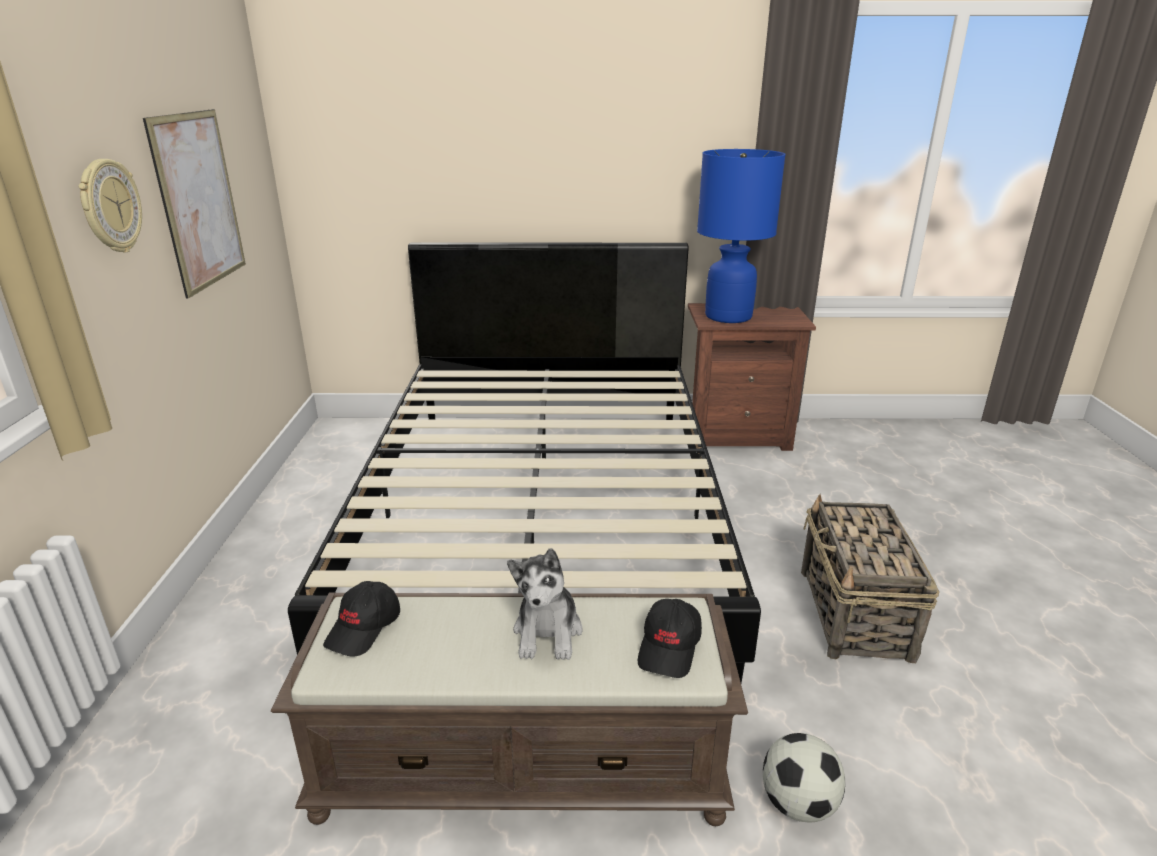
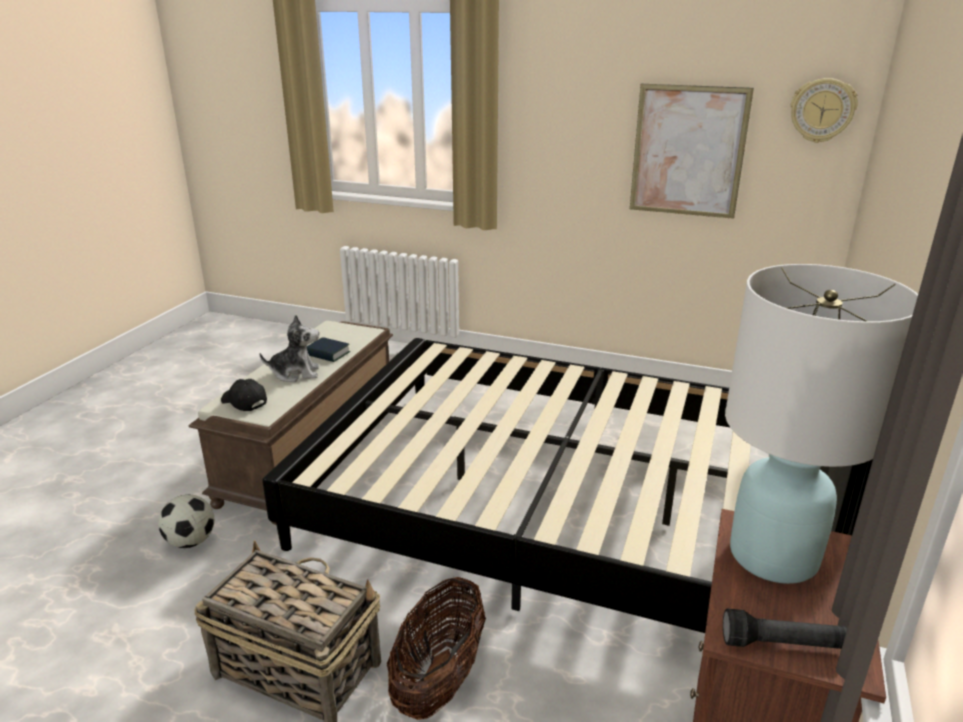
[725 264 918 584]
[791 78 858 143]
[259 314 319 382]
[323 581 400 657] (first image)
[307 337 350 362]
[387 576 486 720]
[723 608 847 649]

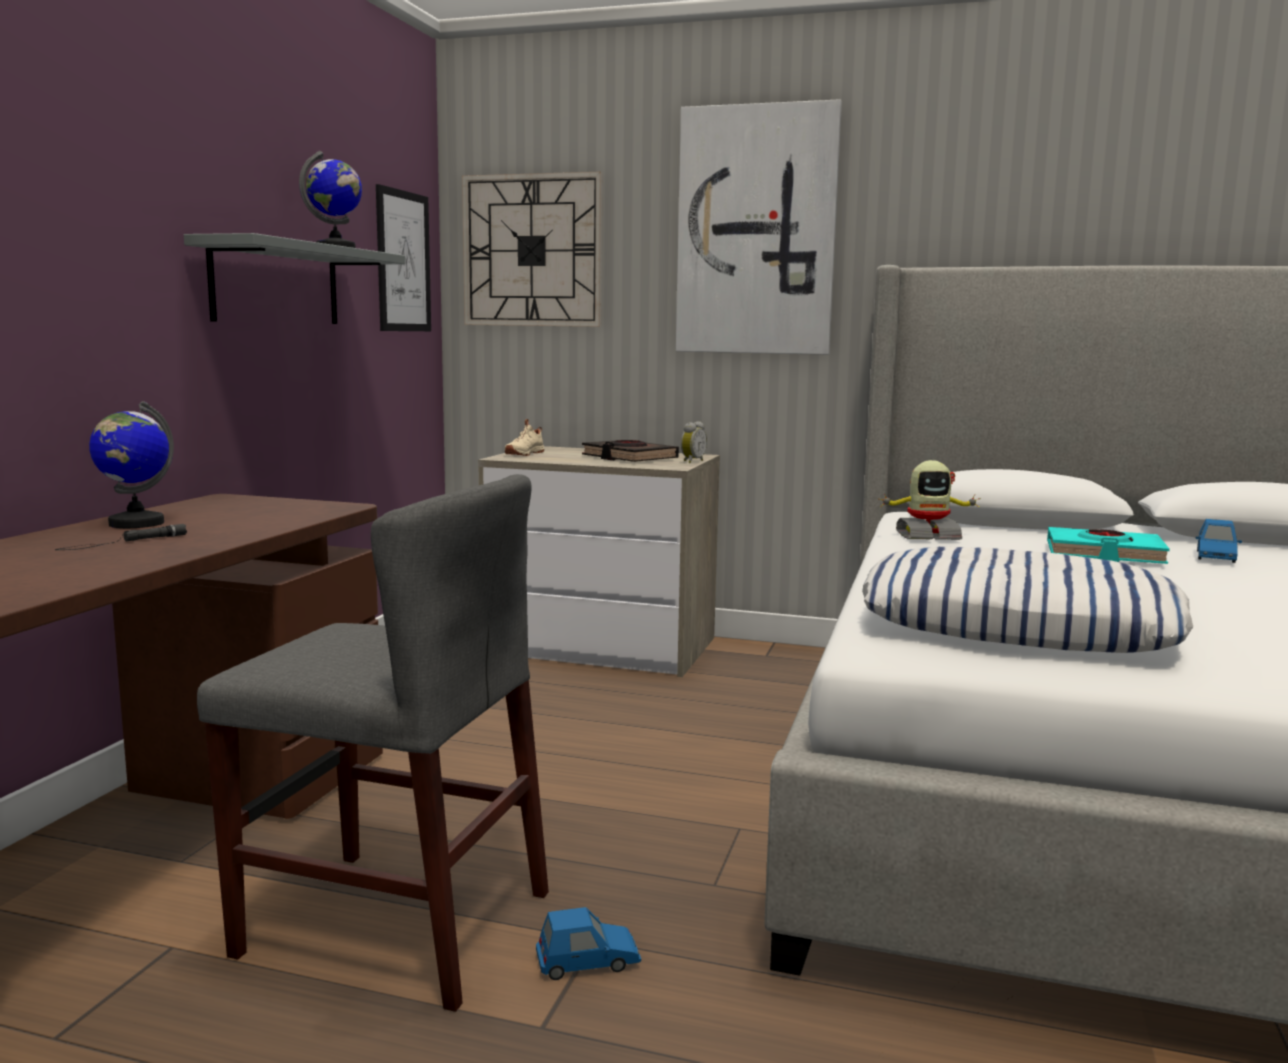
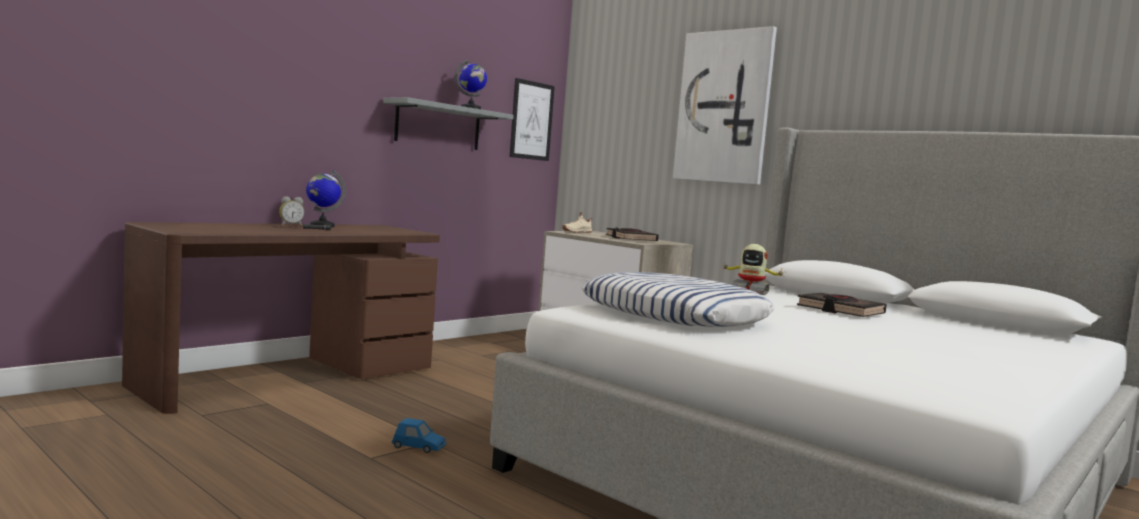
[462 172 603 327] (first image)
[279 196 305 226]
[197 474 549 1012] (first image)
[1196 519 1242 563] (first image)
[797 293 887 317]

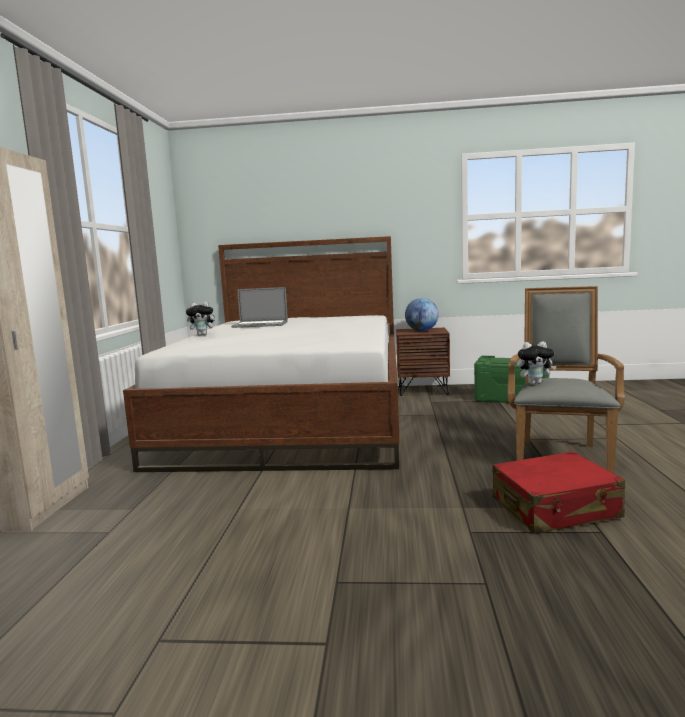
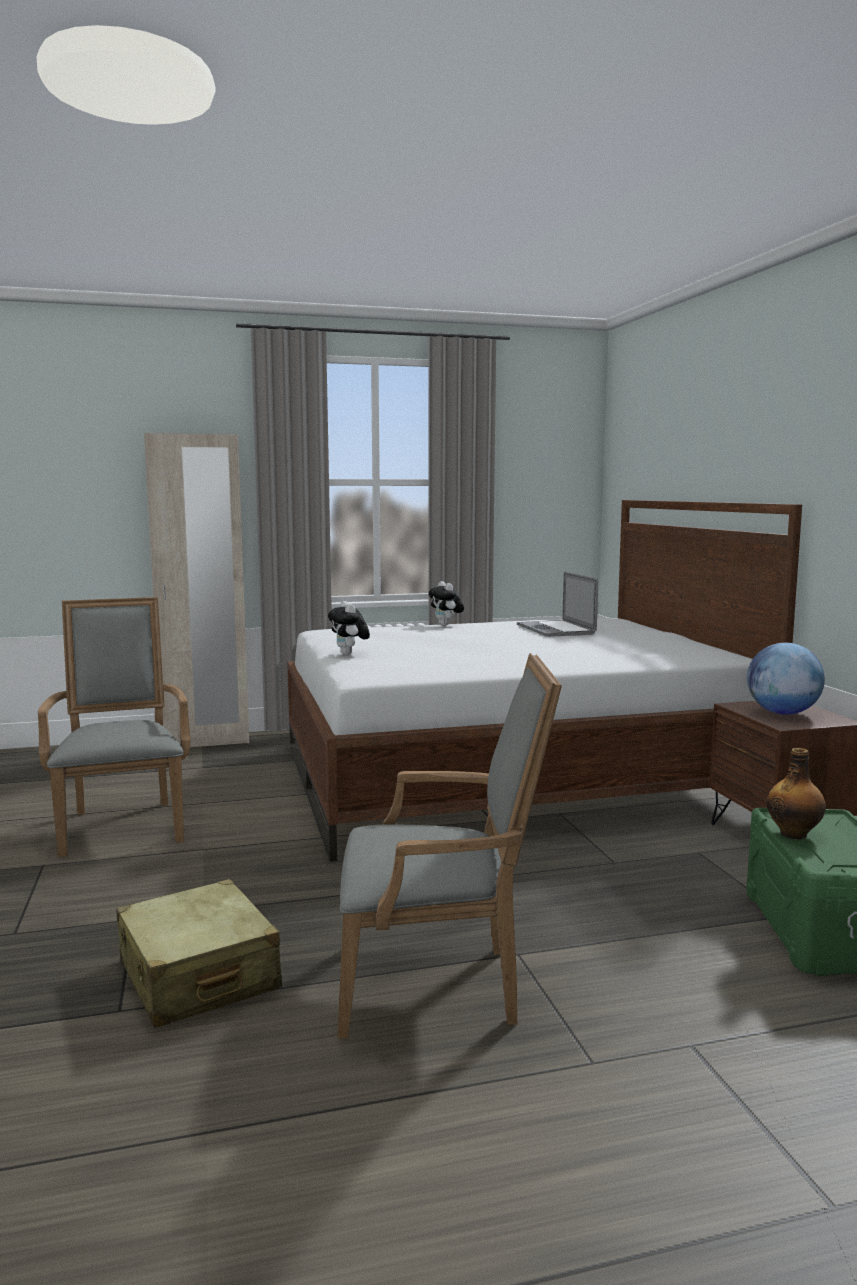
[328 601 370 655]
[116 879 282 1028]
[38 597 190 857]
[766 748 826 839]

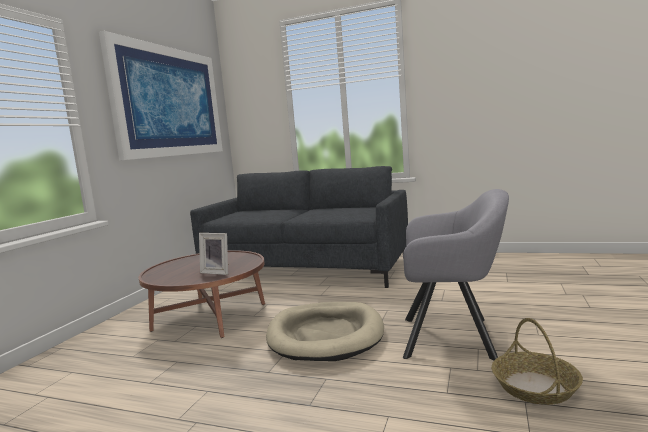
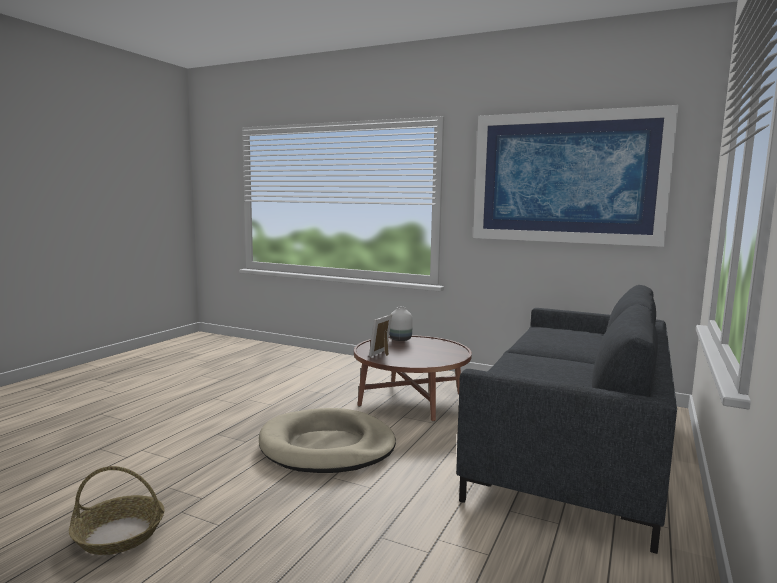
[403 189 509 360] (first image)
[389 307 413 341]

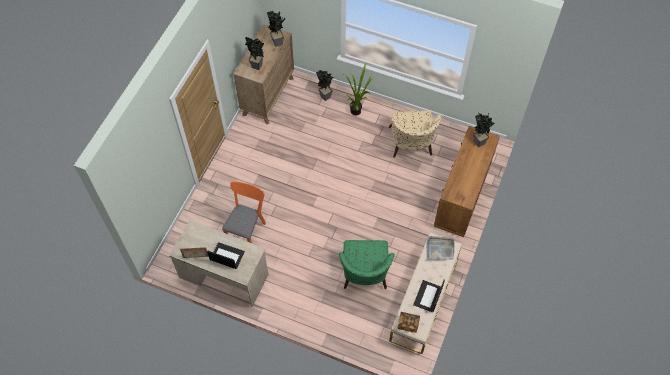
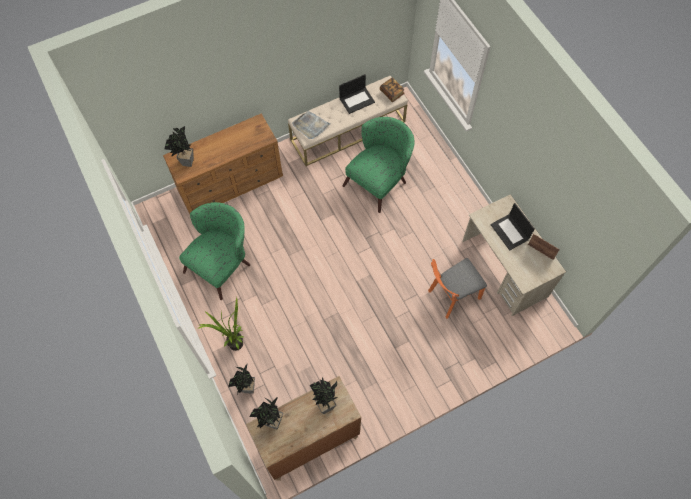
[179 202 250 300]

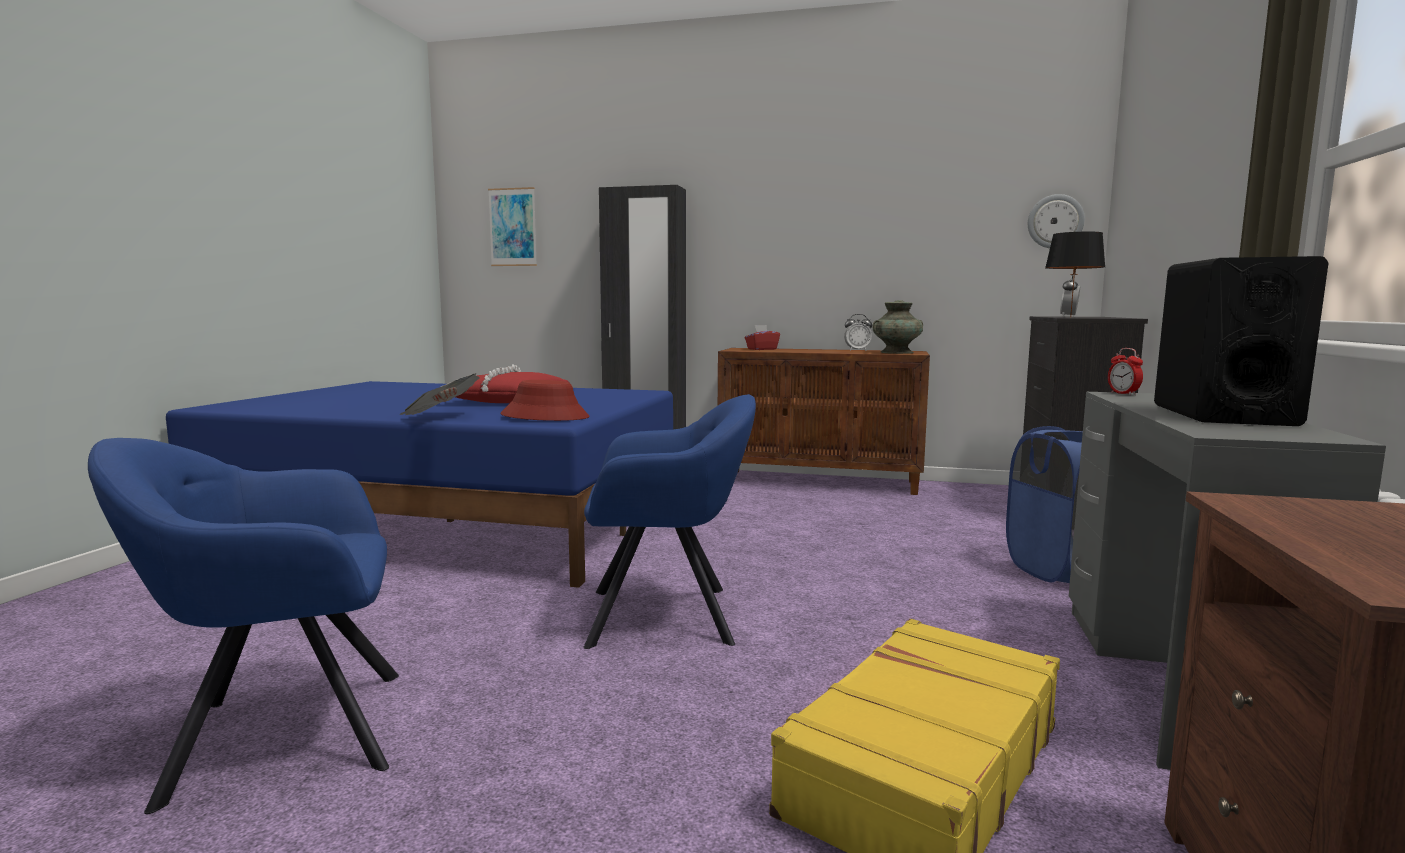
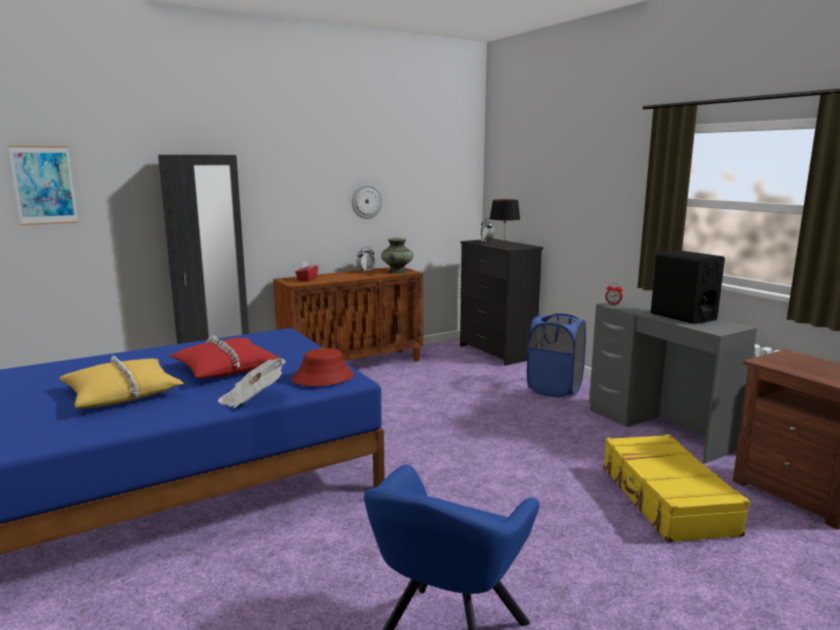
[352 184 383 219]
[584 394 756 649] (first image)
[59 356 184 408]

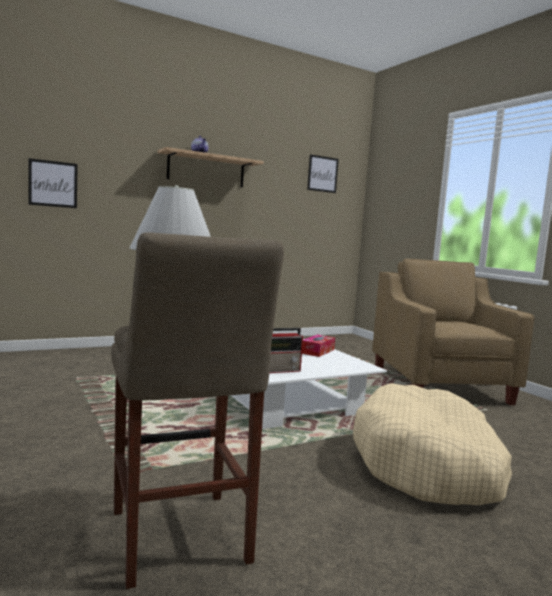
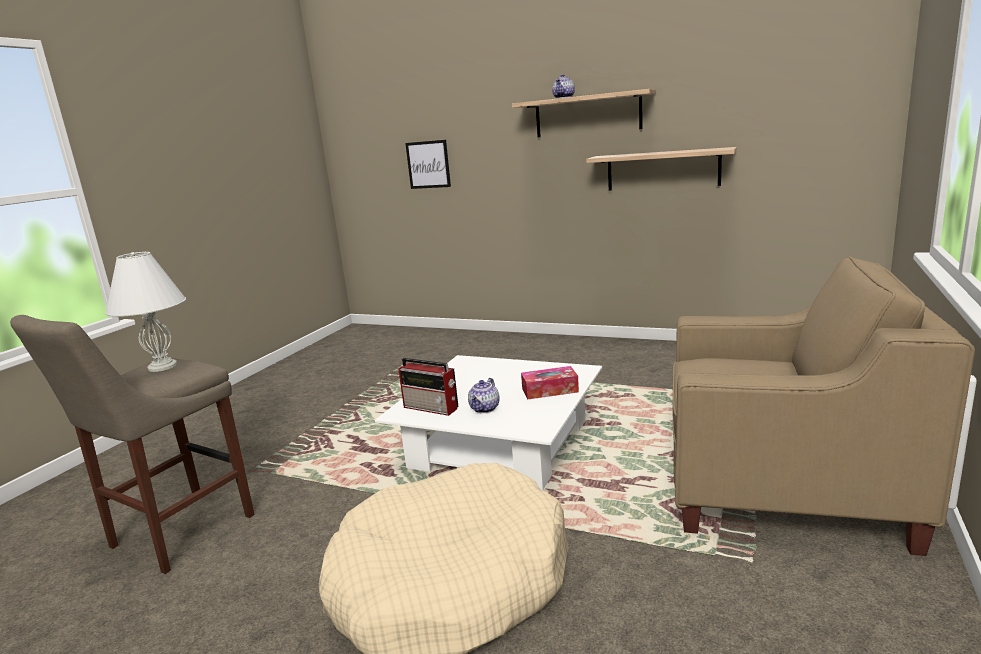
[307 154 339 193] (first image)
[672 256 975 556]
[586 147 737 191]
[468 378 500 413]

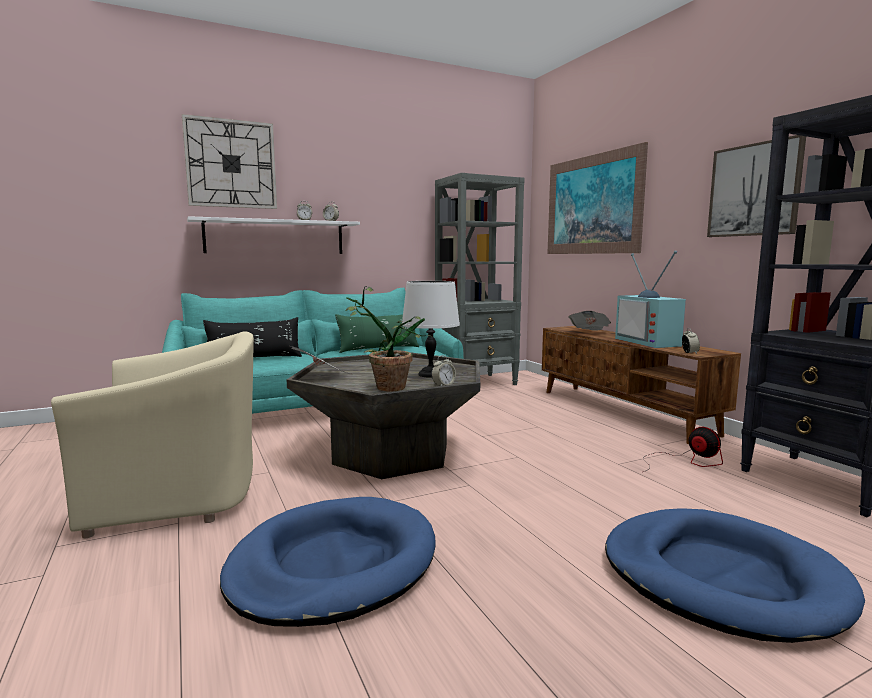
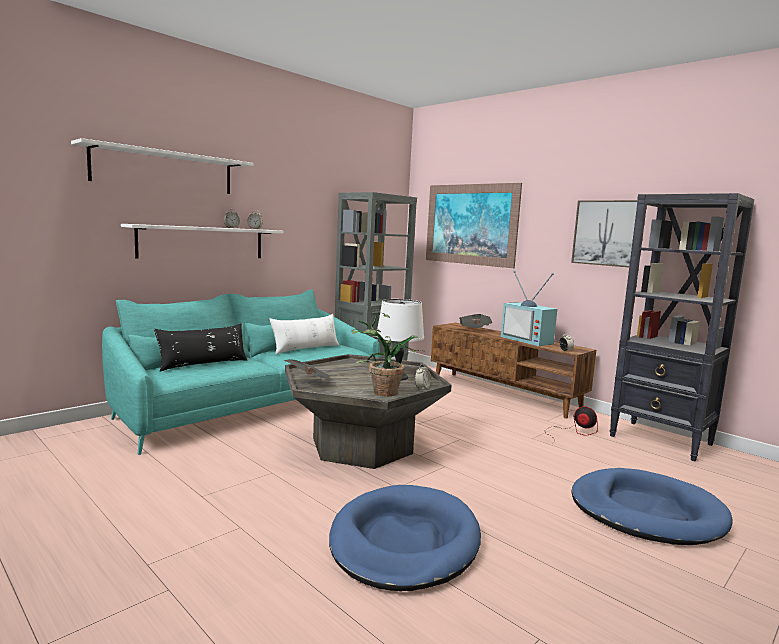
[71 138 254 194]
[269 314 339 354]
[51 331 254 538] (first image)

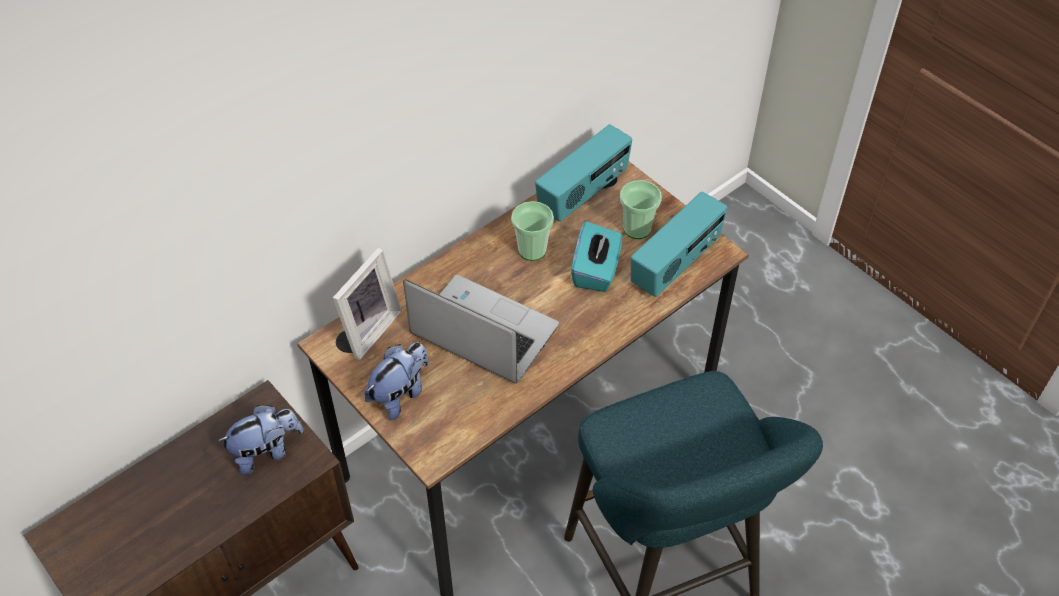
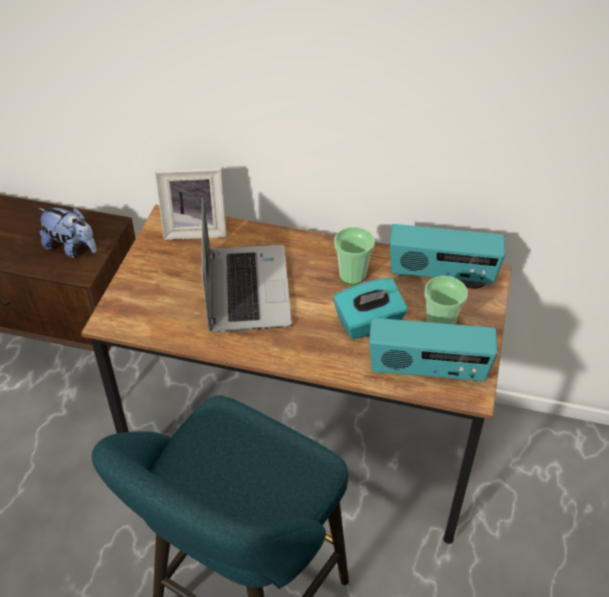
[364 342 429 420] (first image)

